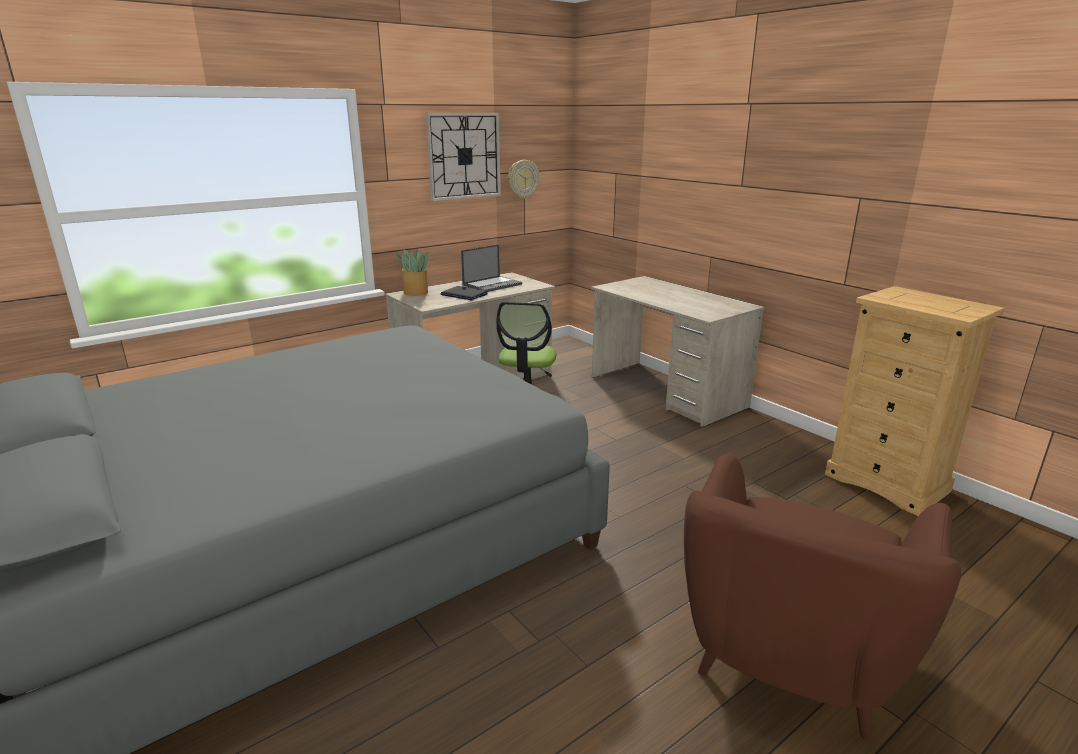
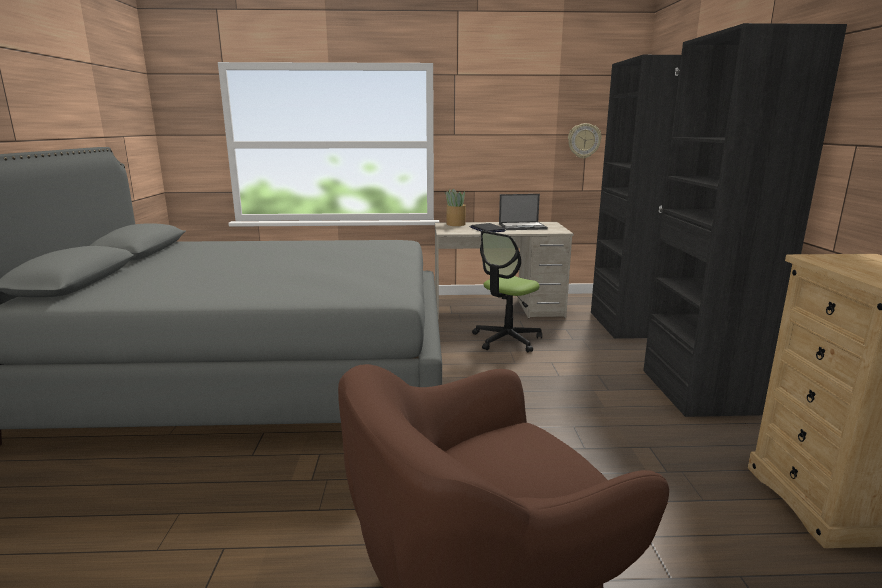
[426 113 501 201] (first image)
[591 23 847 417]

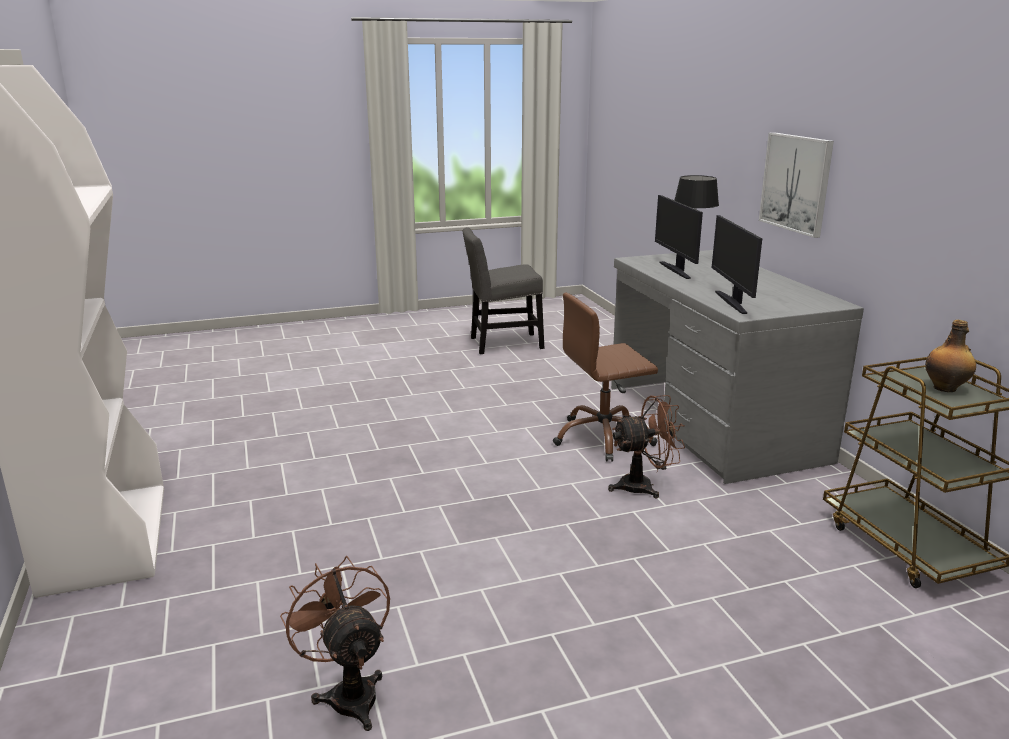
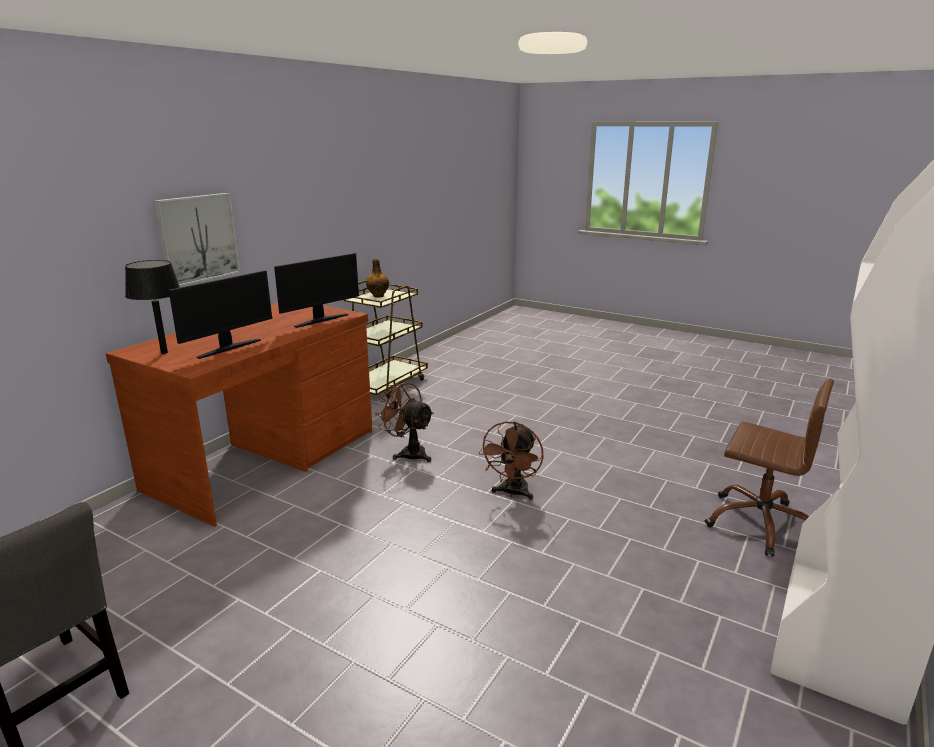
[106 303 372 527]
[705 379 834 557]
[479 421 544 500]

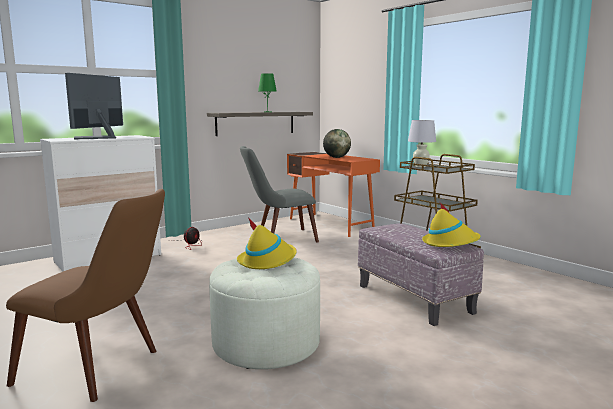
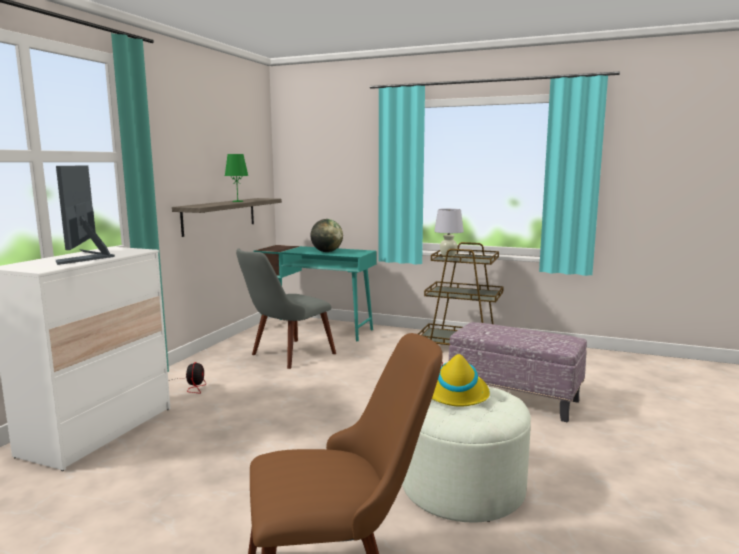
[254 245 377 341]
[422 203 481 247] (first image)

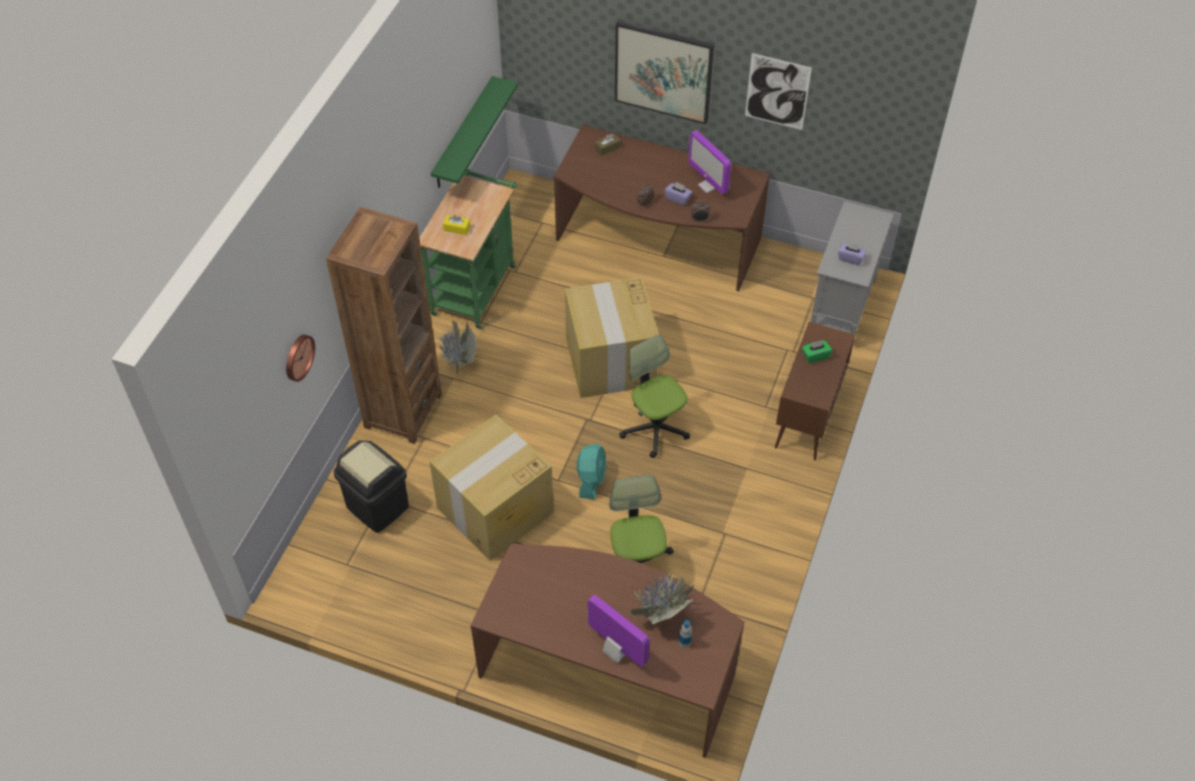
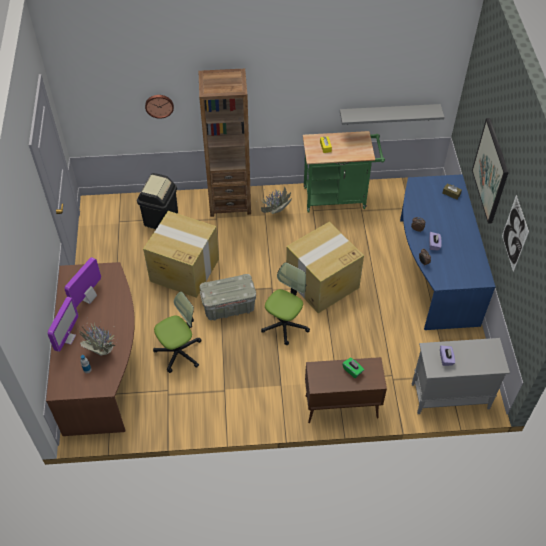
[340 104 444 125]
[400 174 495 330]
[64 257 101 307]
[199 274 256 321]

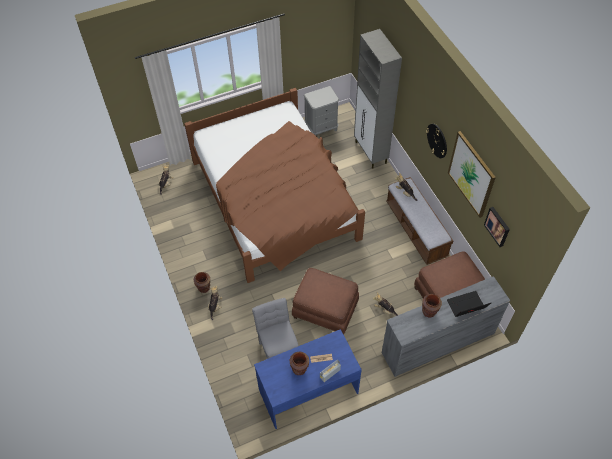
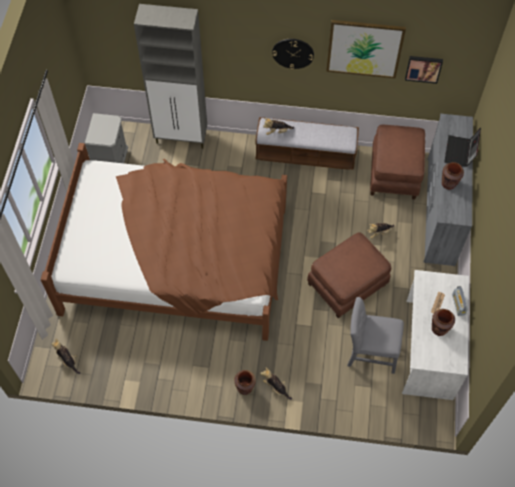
[402 270 469 400]

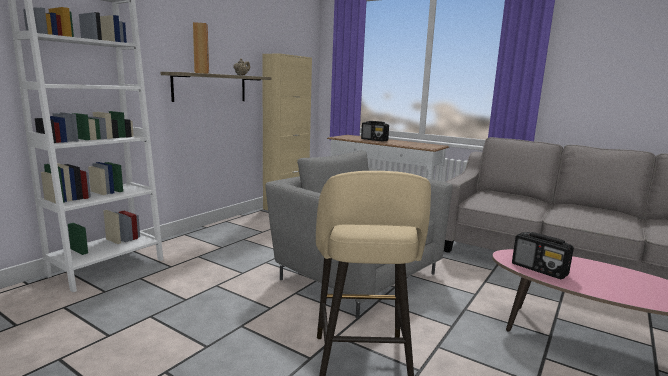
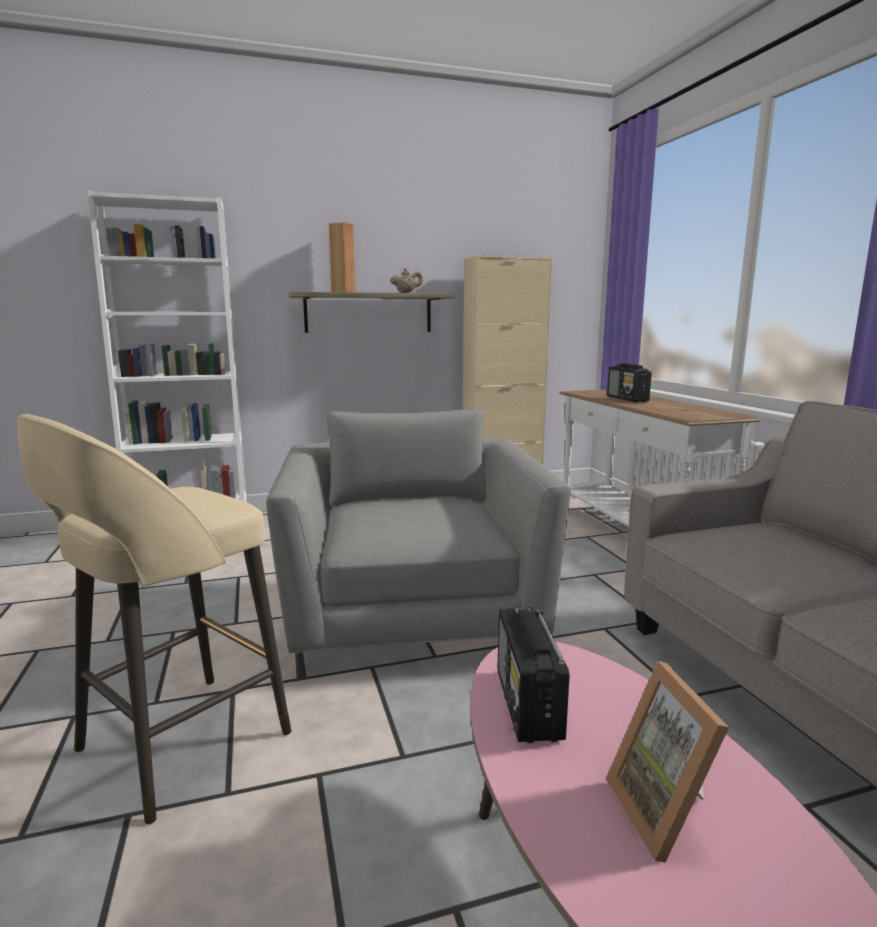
[606 661 729 862]

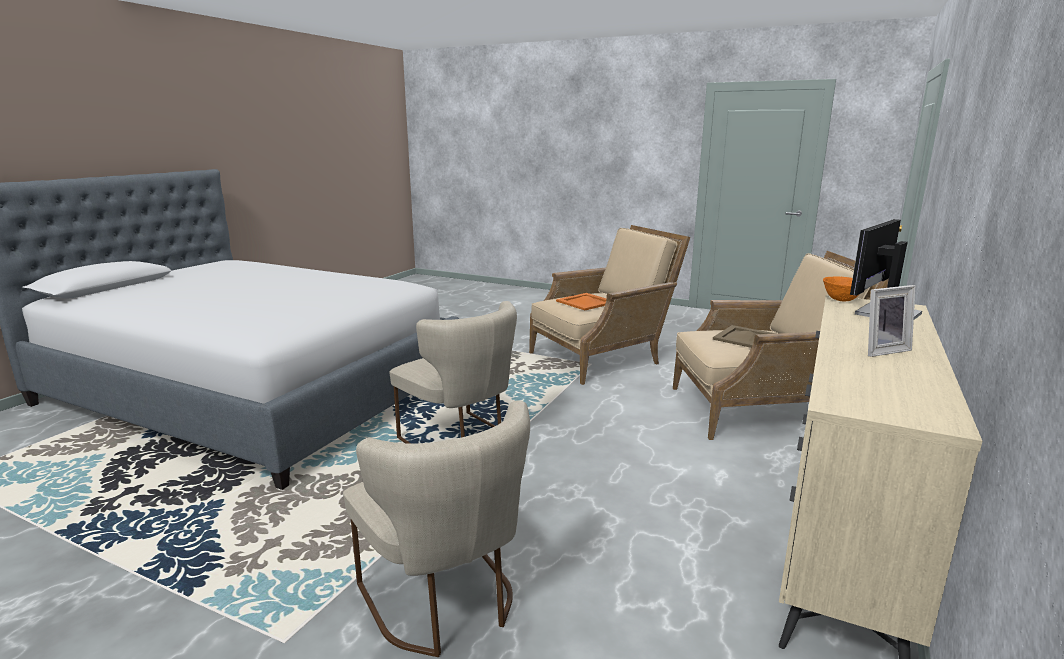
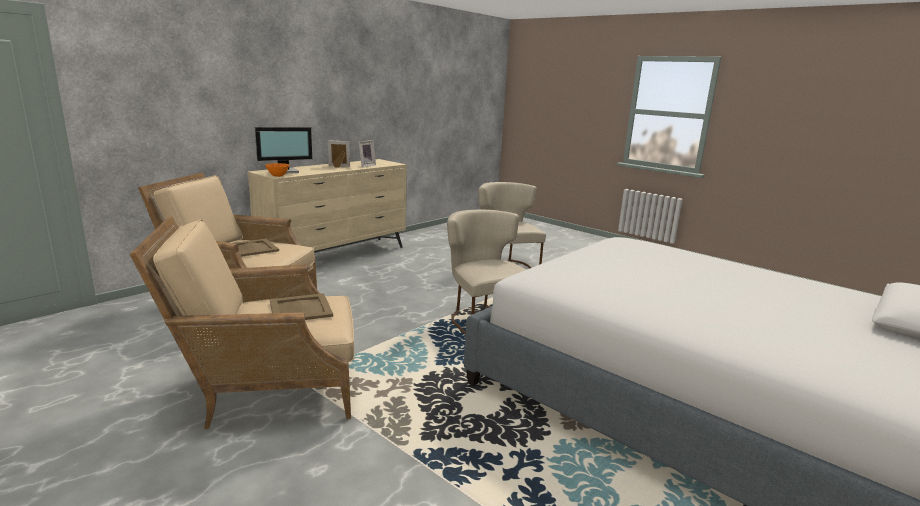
[270 293 333 320]
[359 140 376 168]

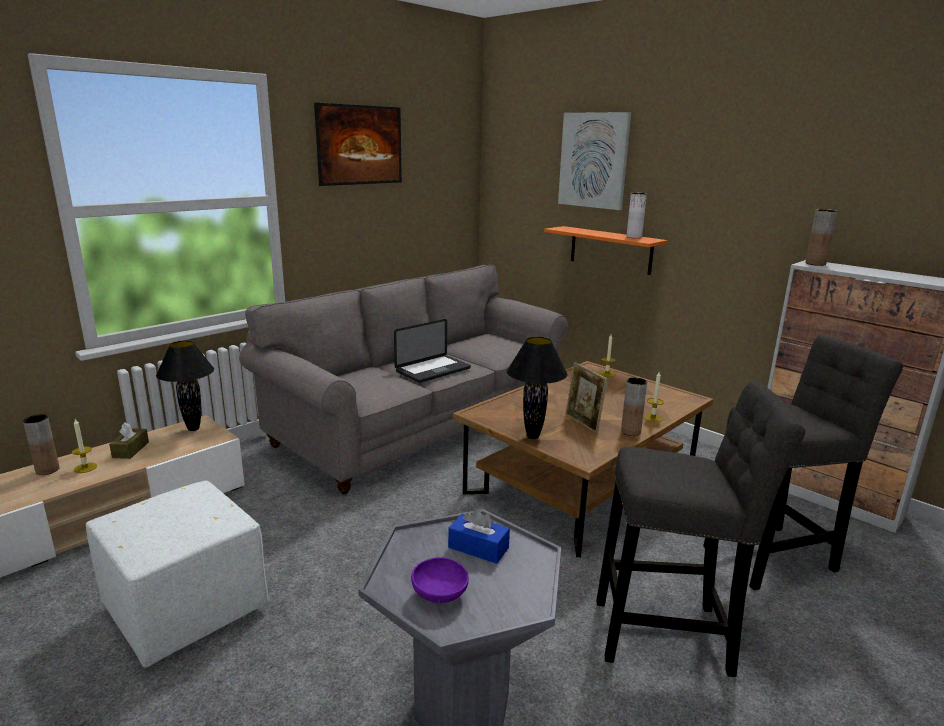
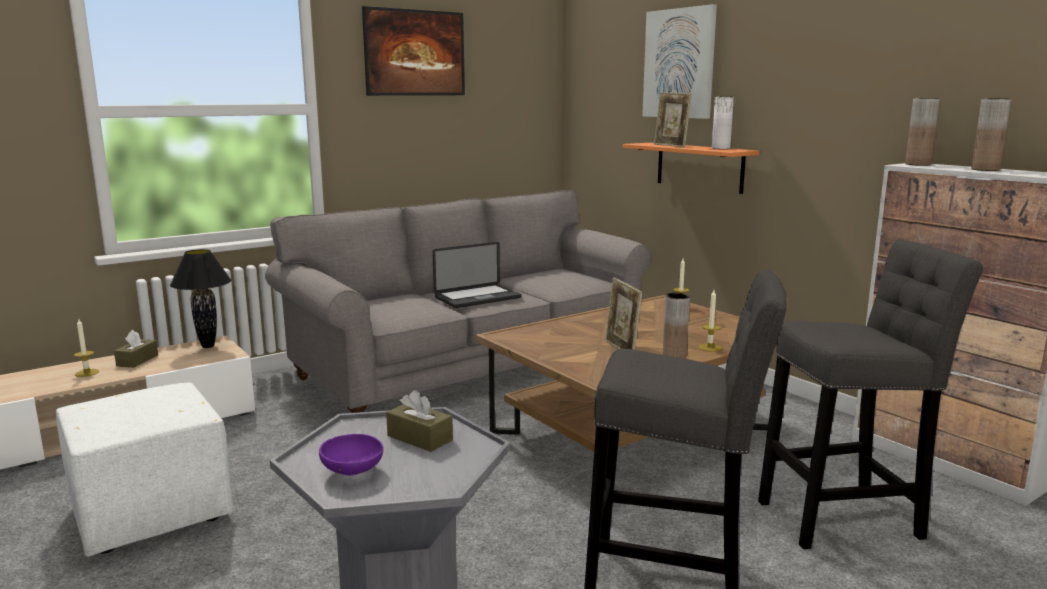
[507 337 567 439] (first image)
[971 98 1011 171]
[386 390 453 452]
[654 92 692 148]

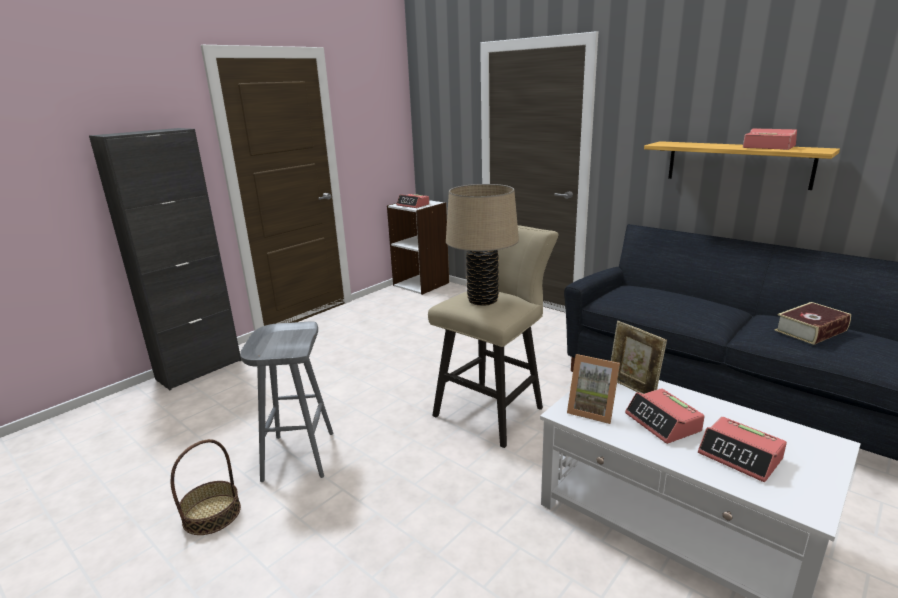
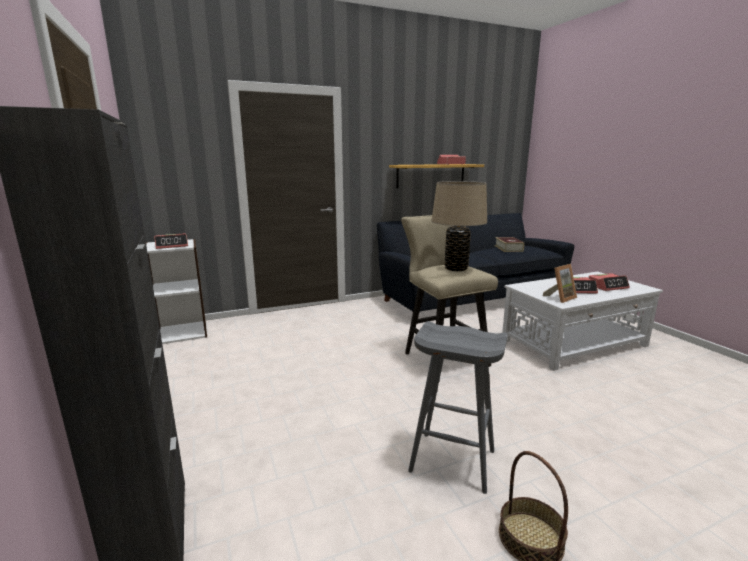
[611 321 667 394] (first image)

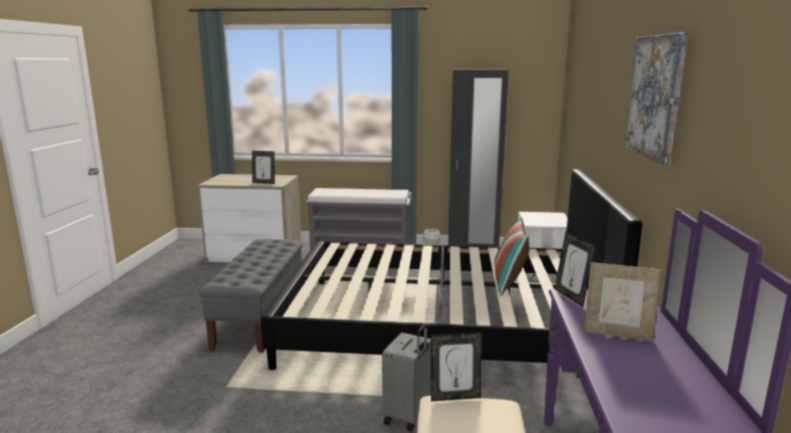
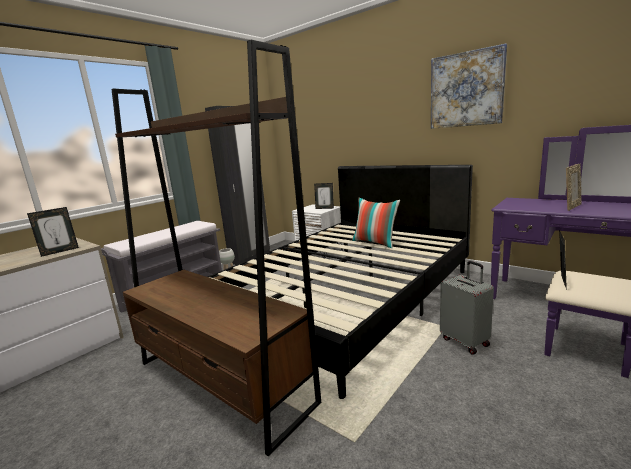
[314 183 334 209]
[112 40 321 456]

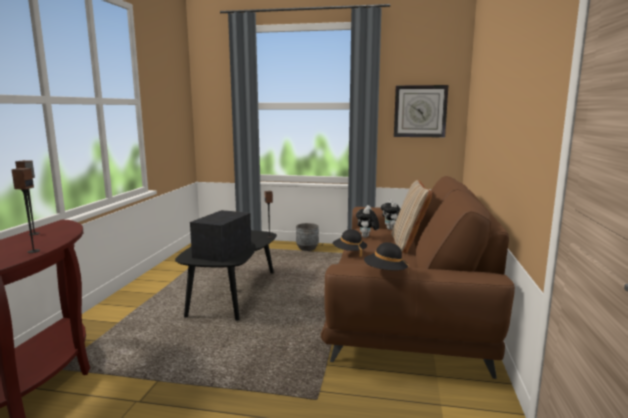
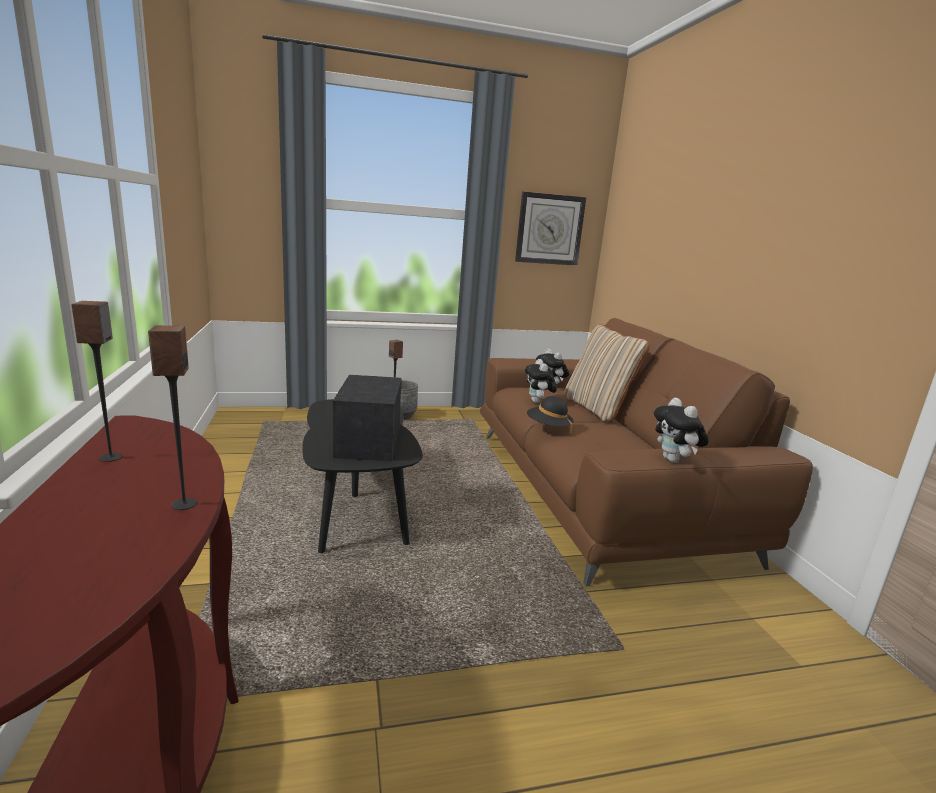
[654 398 709 462]

